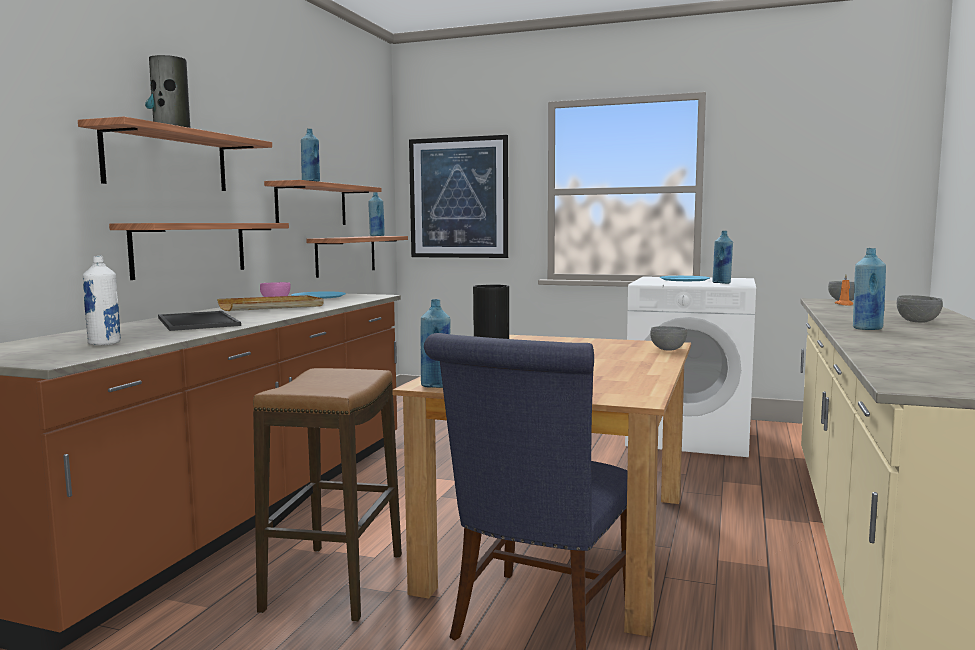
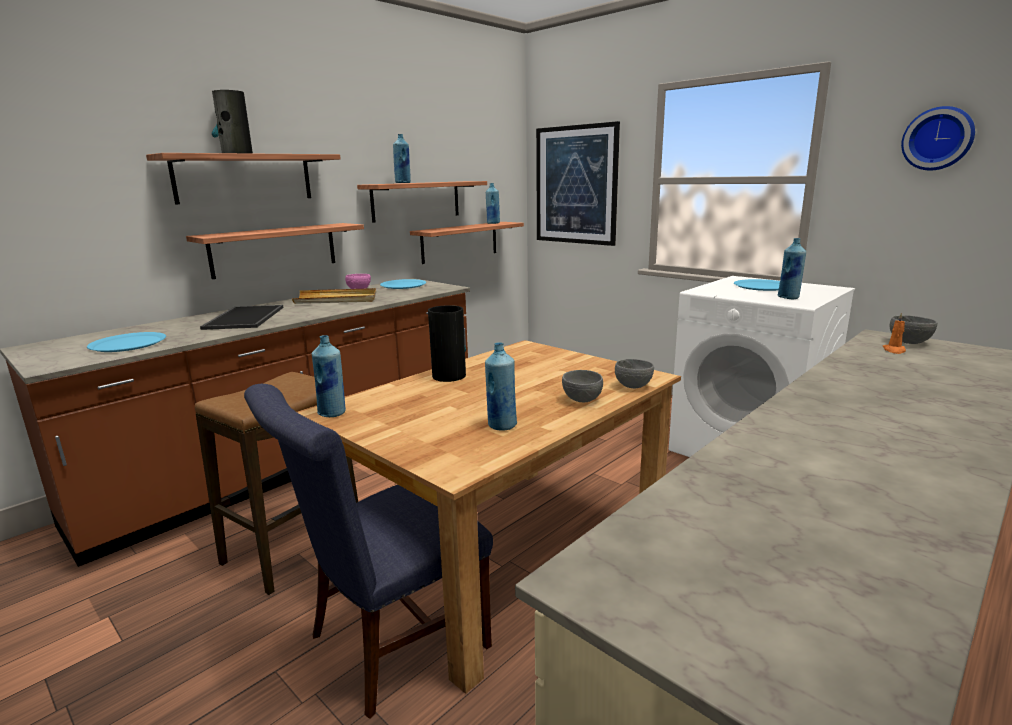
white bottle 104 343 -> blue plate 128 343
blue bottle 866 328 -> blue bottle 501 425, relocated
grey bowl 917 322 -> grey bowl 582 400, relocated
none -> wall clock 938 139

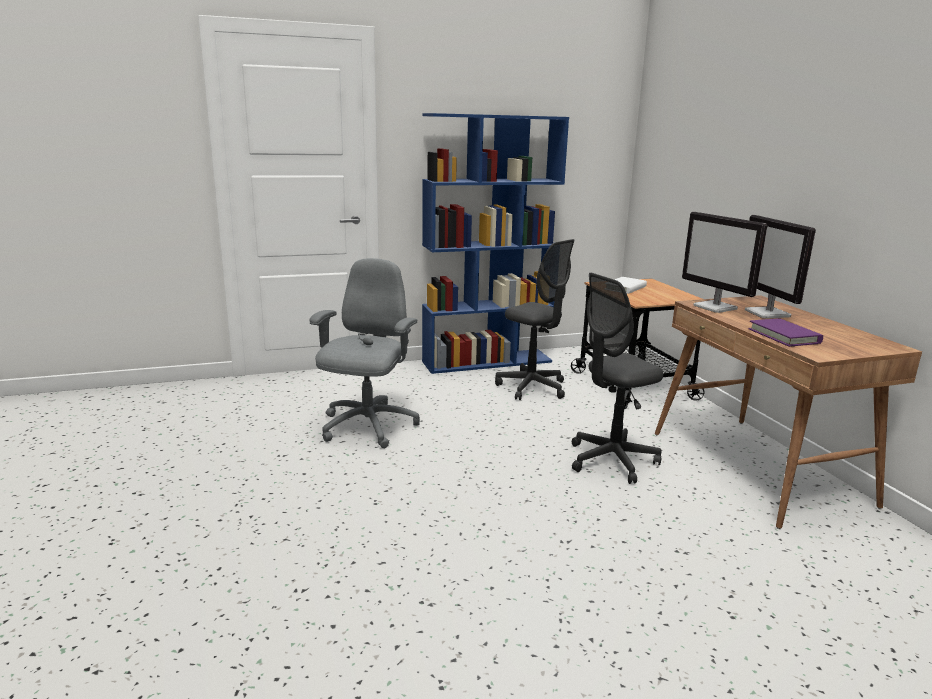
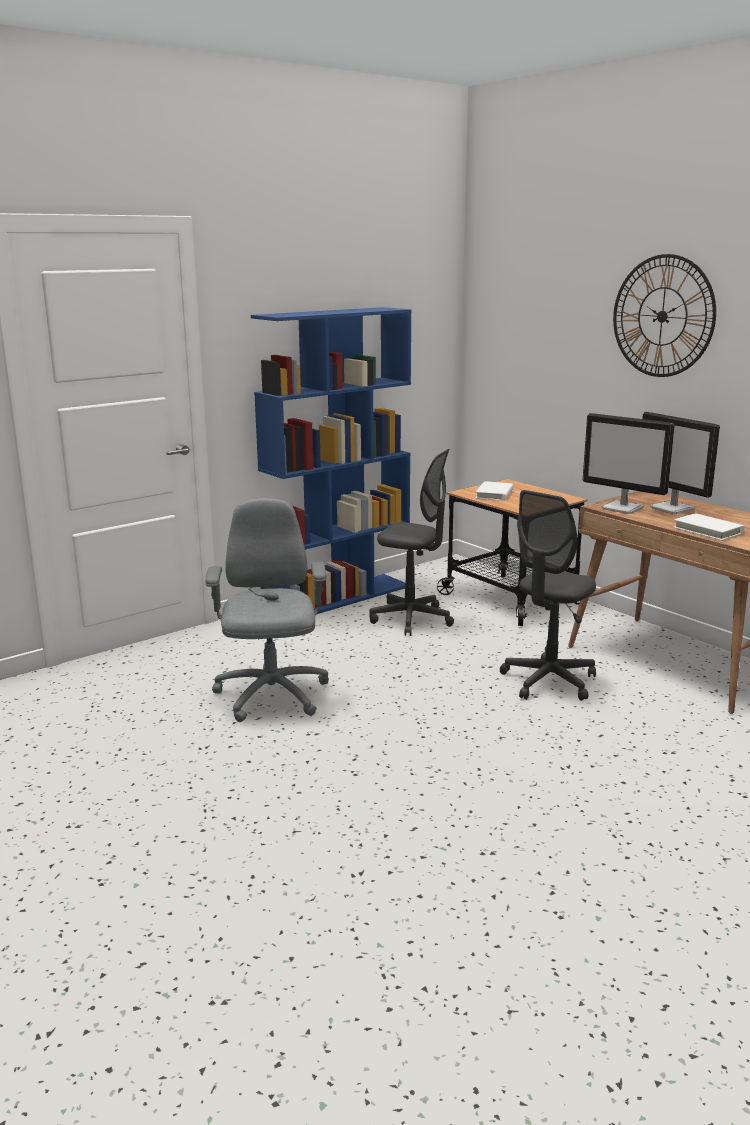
none -> wall clock 662 316
purple book 784 336 -> white book 708 530

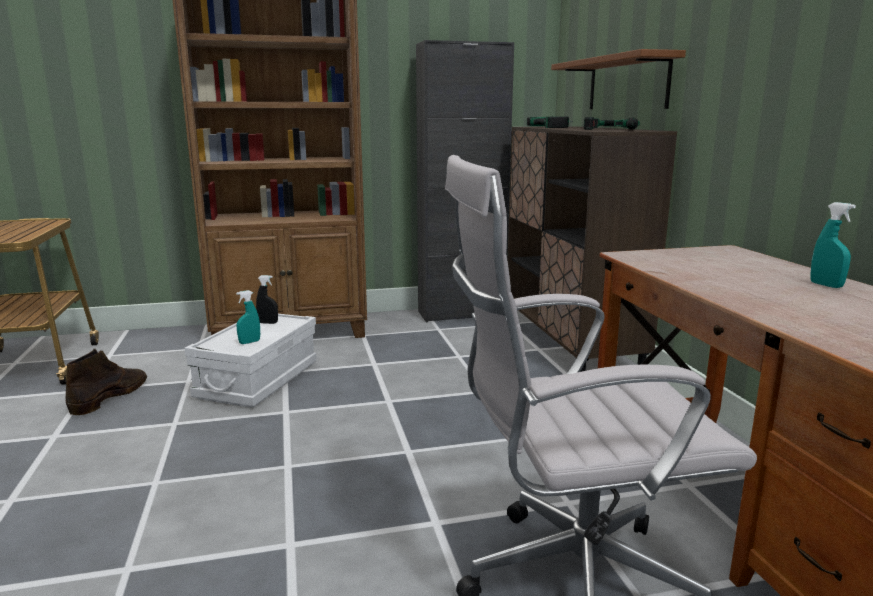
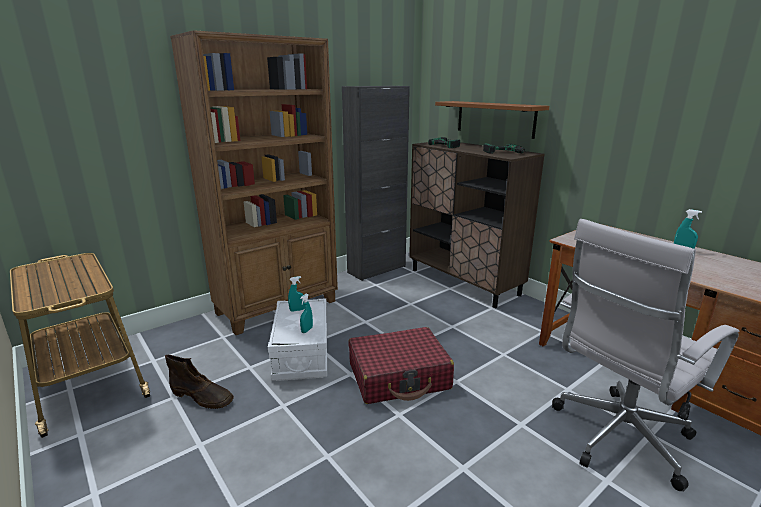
brown boot 110 396 -> brown boot 202 397, 120 degrees clockwise
black spray bottle 268 323 -> turquoise spray bottle 297 310
none -> red suitcase 399 376

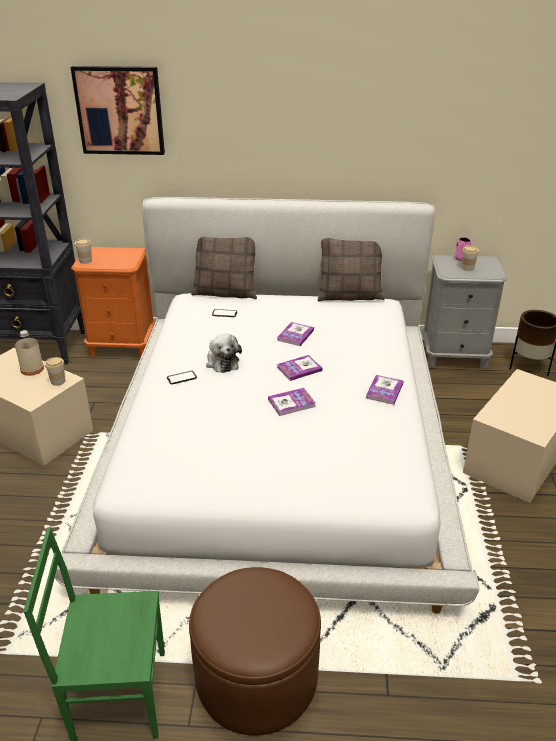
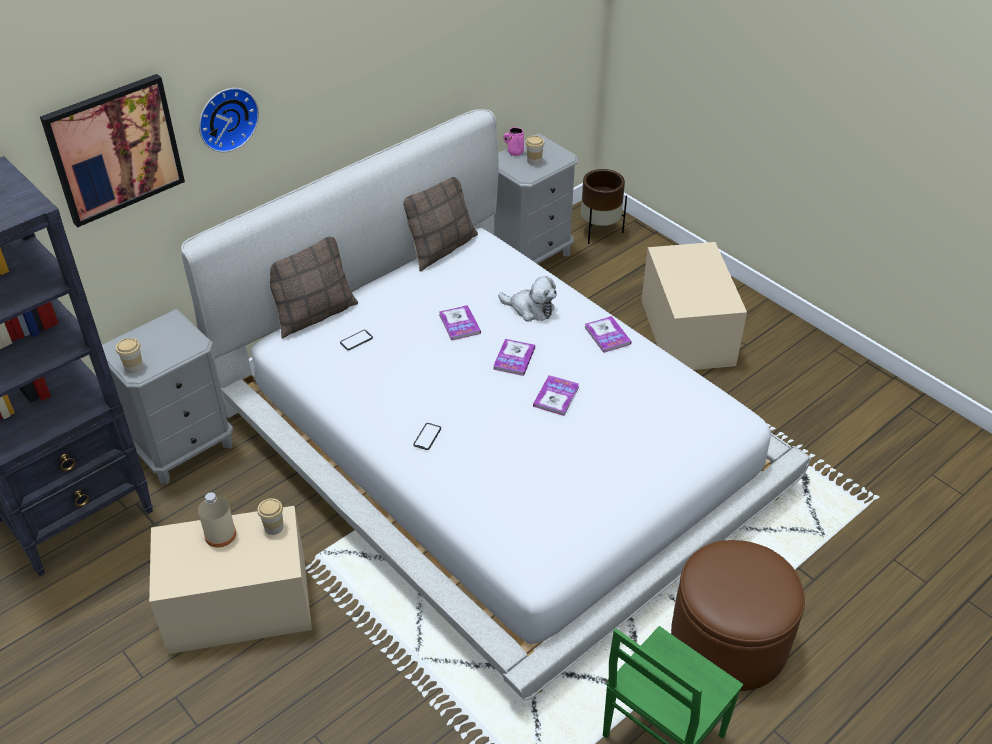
orange nightstand 122 345 -> grey nightstand 183 447
none -> wall clock 226 118
plush toy 222 361 -> plush toy 530 309, relocated

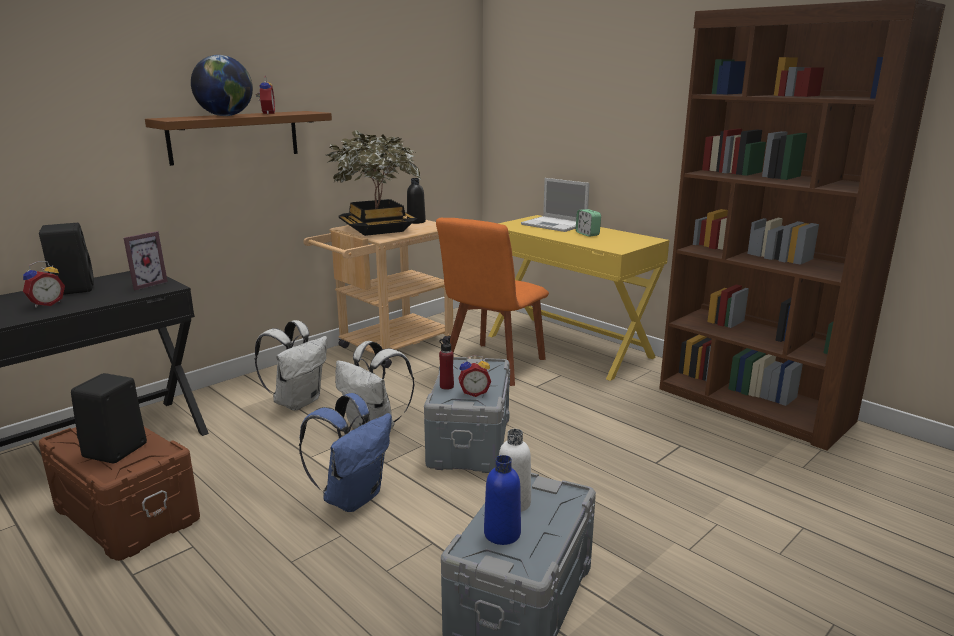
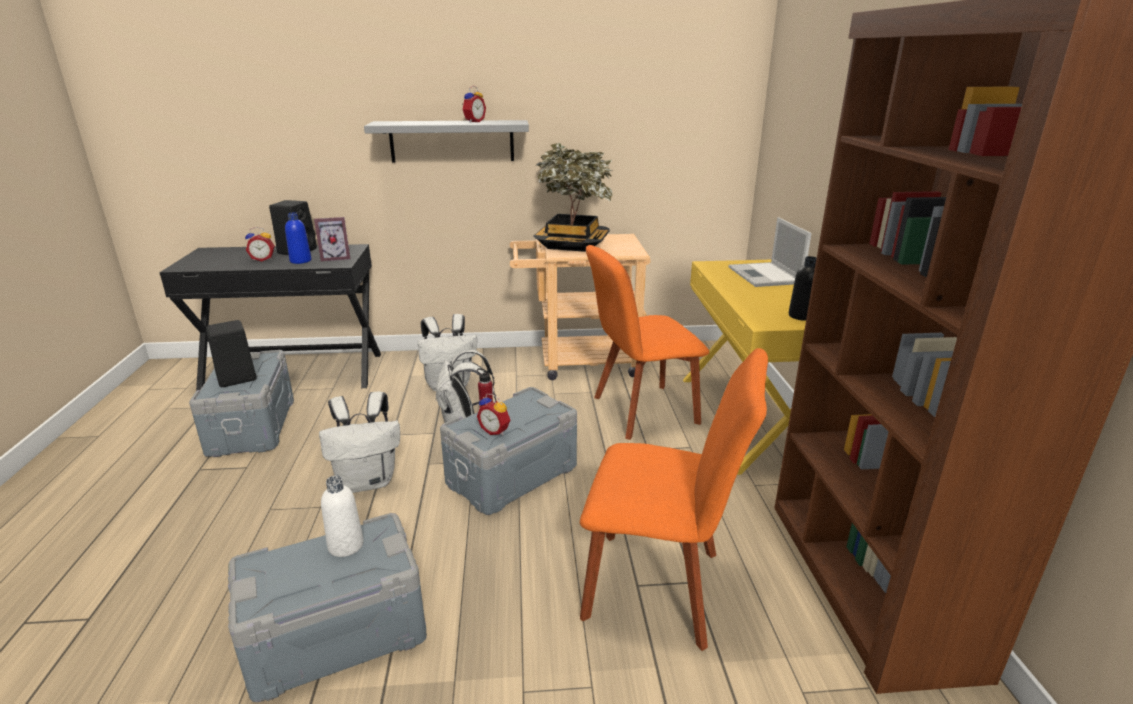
brown storage box 128 513 -> grey storage box 253 426
blue bottle 502 533 -> blue bottle 300 261, relocated
blue backpack 353 497 -> white backpack 368 481
brown shelf 234 137 -> grey shelf 452 141
none -> orange chair 661 587
black bottle 416 222 -> black bottle 801 316, relocated
globe 225 116 -> none
alarm clock 587 234 -> none

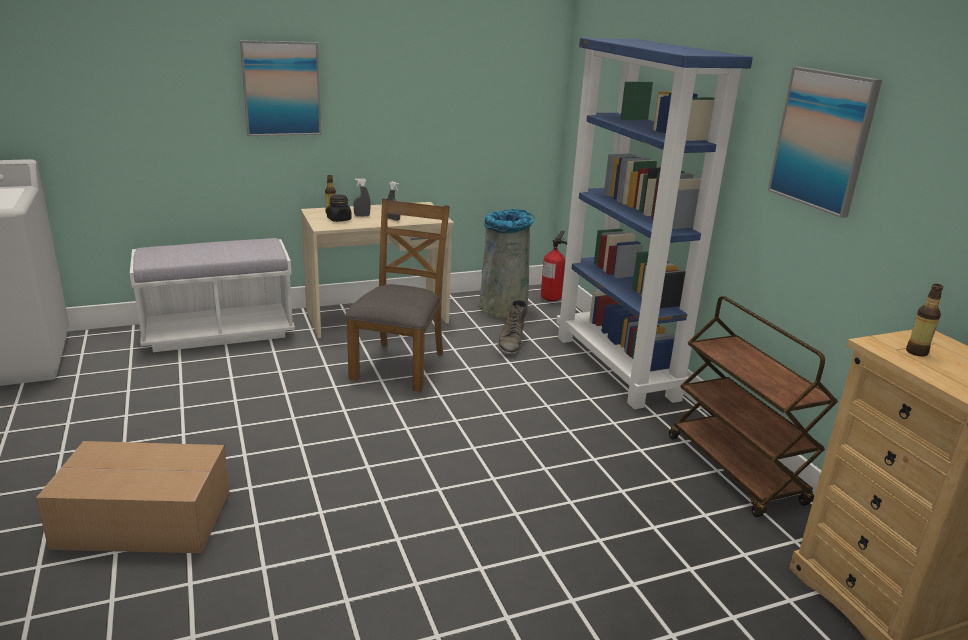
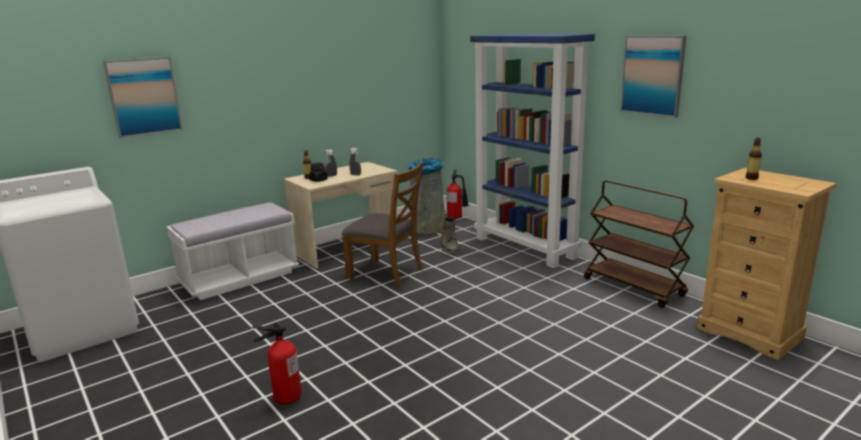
picture 281 89 -> picture 144 96, relocated
cardboard box 142 518 -> fire extinguisher 285 397
brown chair 399 365 -> brown chair 386 273, 120 degrees clockwise

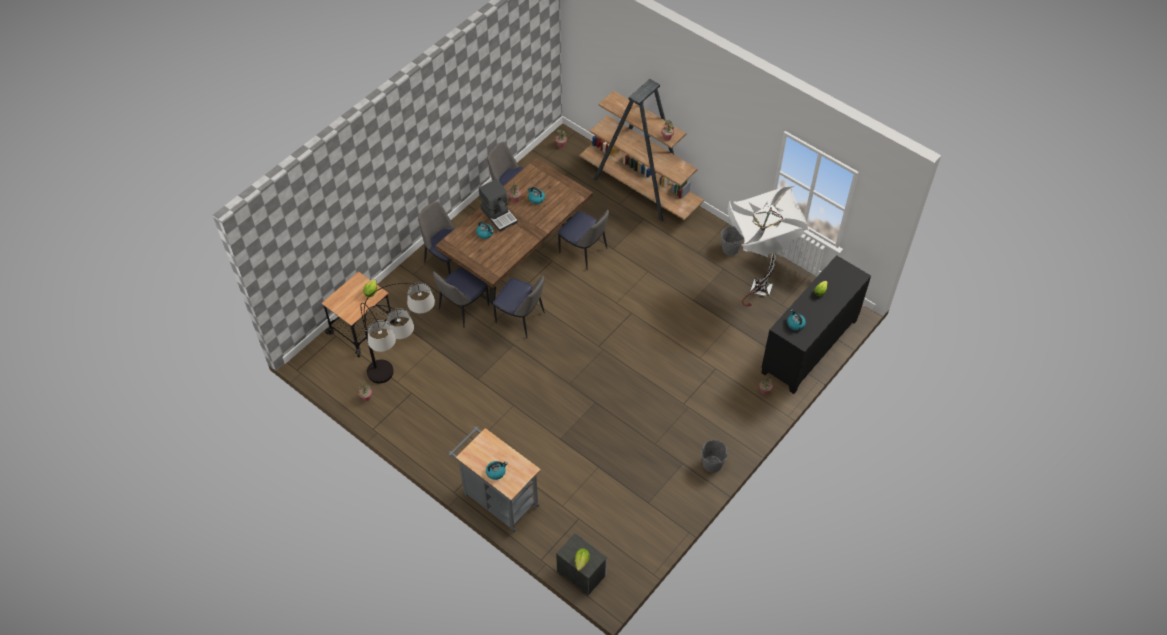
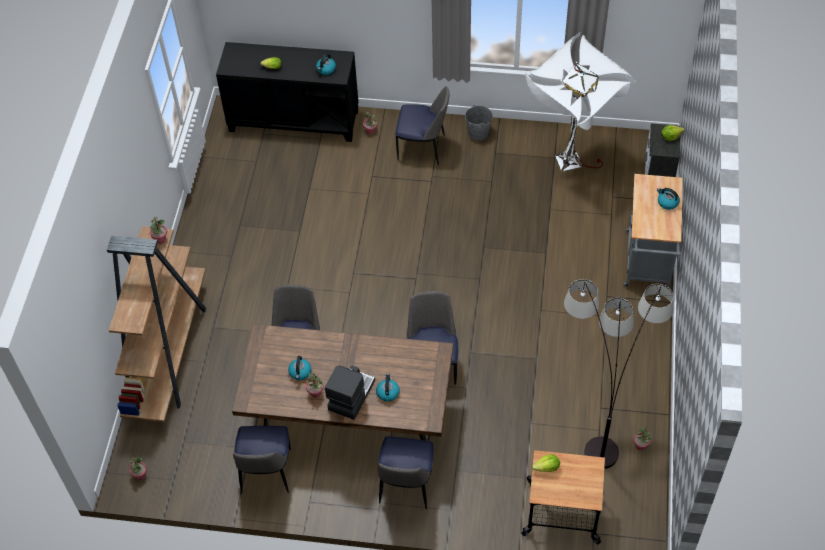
chair 462 308 -> chair 423 148, relocated
white floor lamp 755 286 -> white floor lamp 570 167, relocated
grey bucket 730 248 -> none

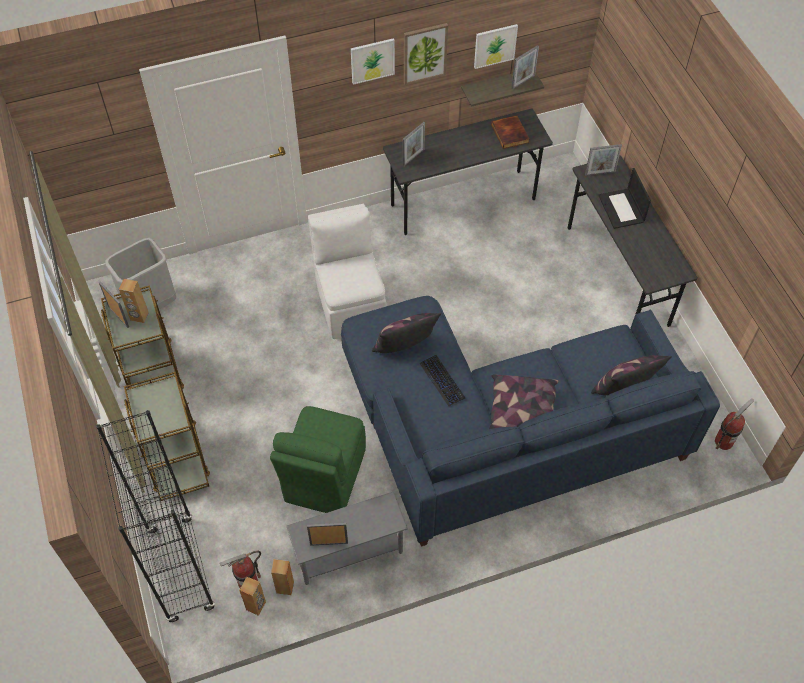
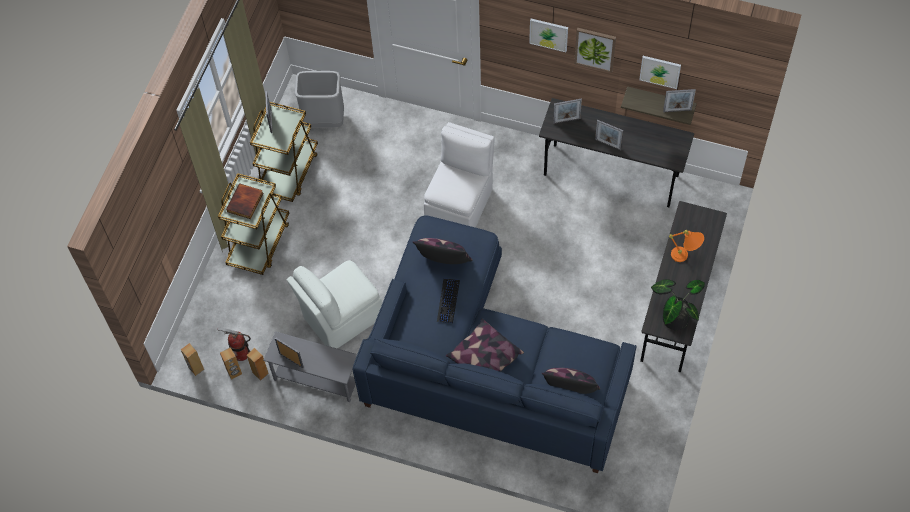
brown speaker 139 316 -> brown speaker 196 368, relocated
book 510 134 -> book 245 203, relocated
green chair 324 477 -> white chair 341 318
picture frame 600 173 -> picture frame 608 144, relocated
none -> potted plant 674 316
laptop 622 209 -> orange table lamp 685 257
black bookcase 180 569 -> none
fire extinguisher 724 441 -> none

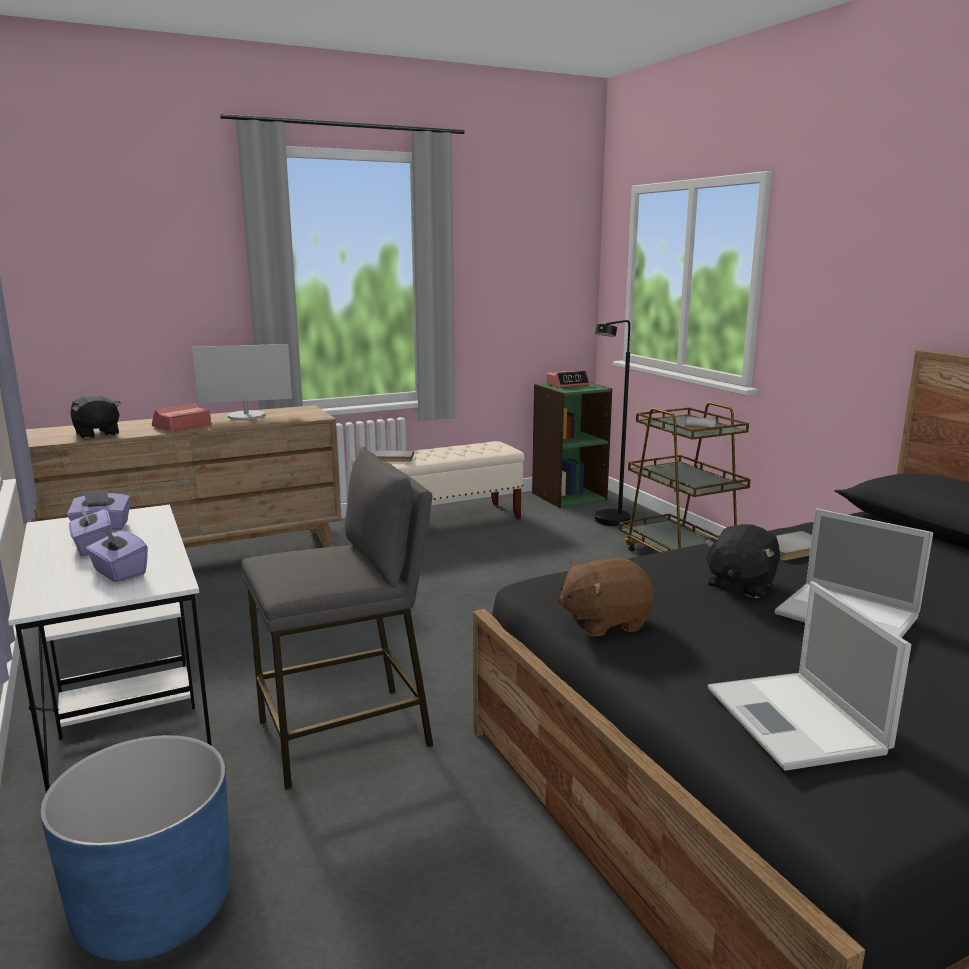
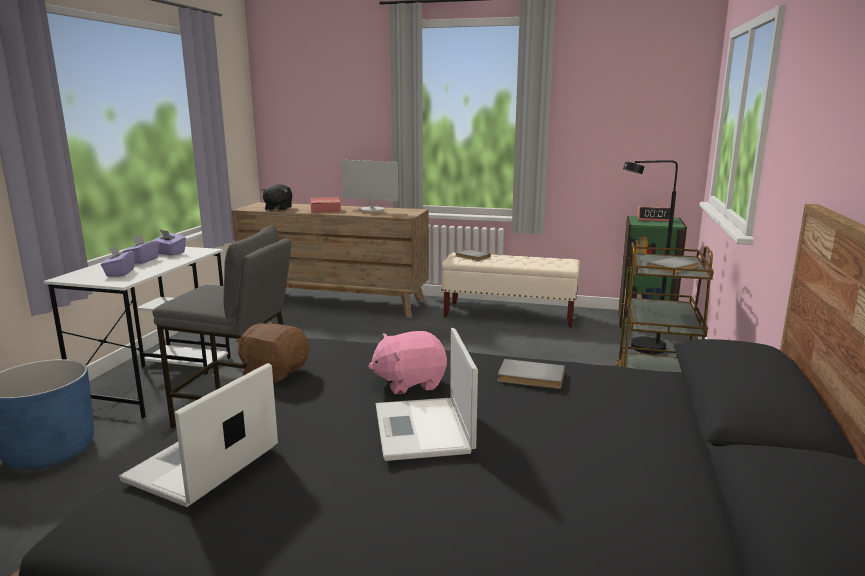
black plush toy 739 585 -> pink plush toy 409 383

